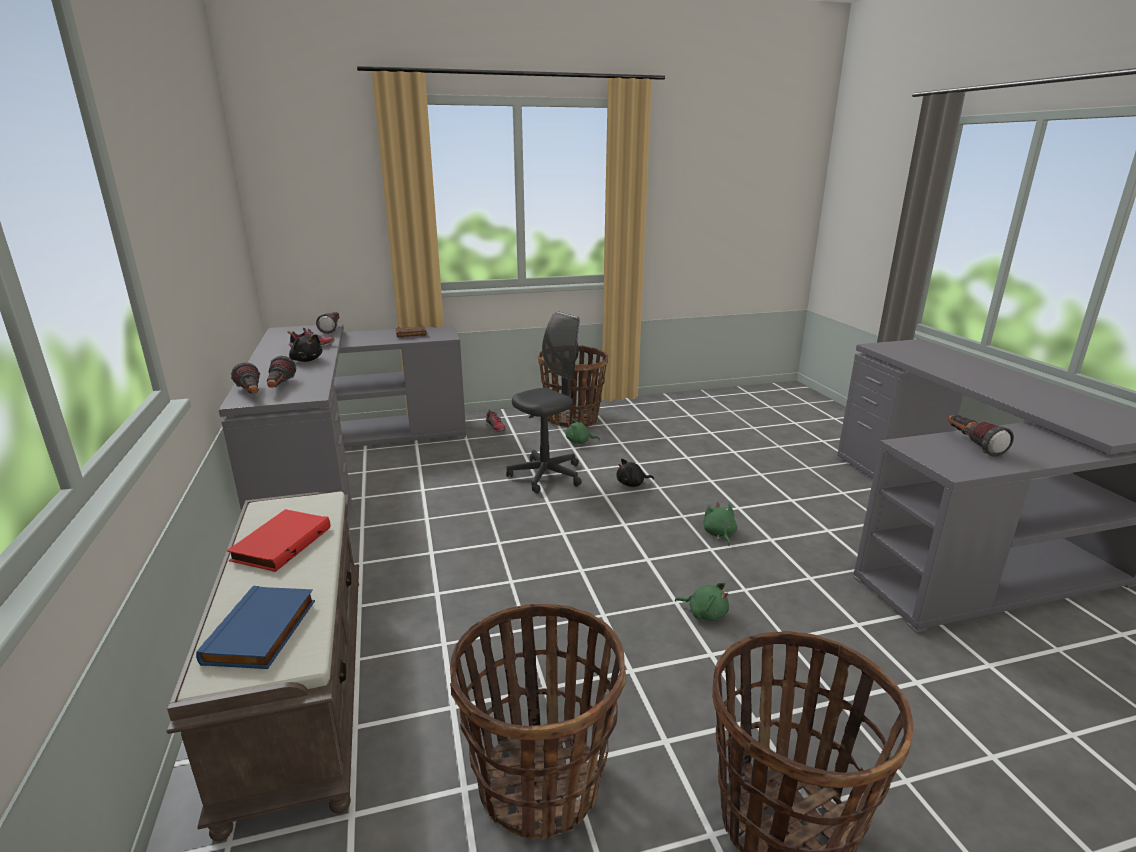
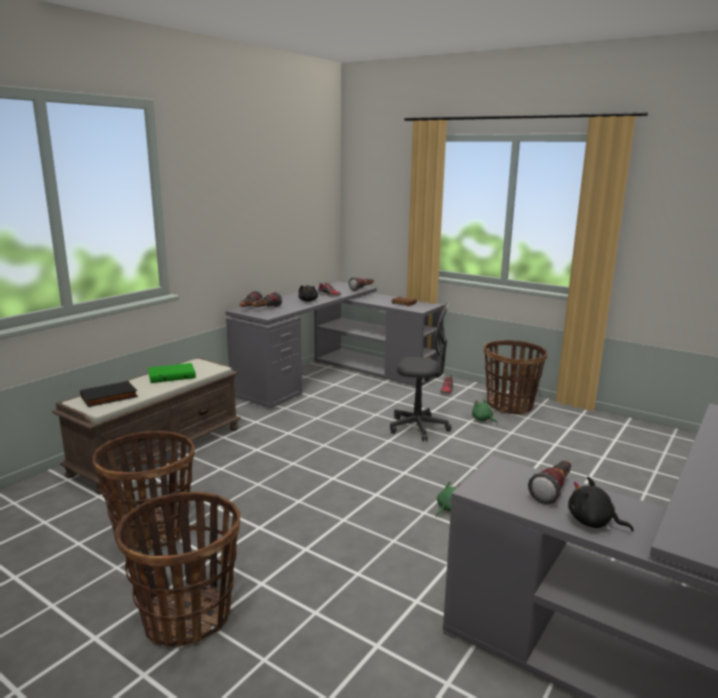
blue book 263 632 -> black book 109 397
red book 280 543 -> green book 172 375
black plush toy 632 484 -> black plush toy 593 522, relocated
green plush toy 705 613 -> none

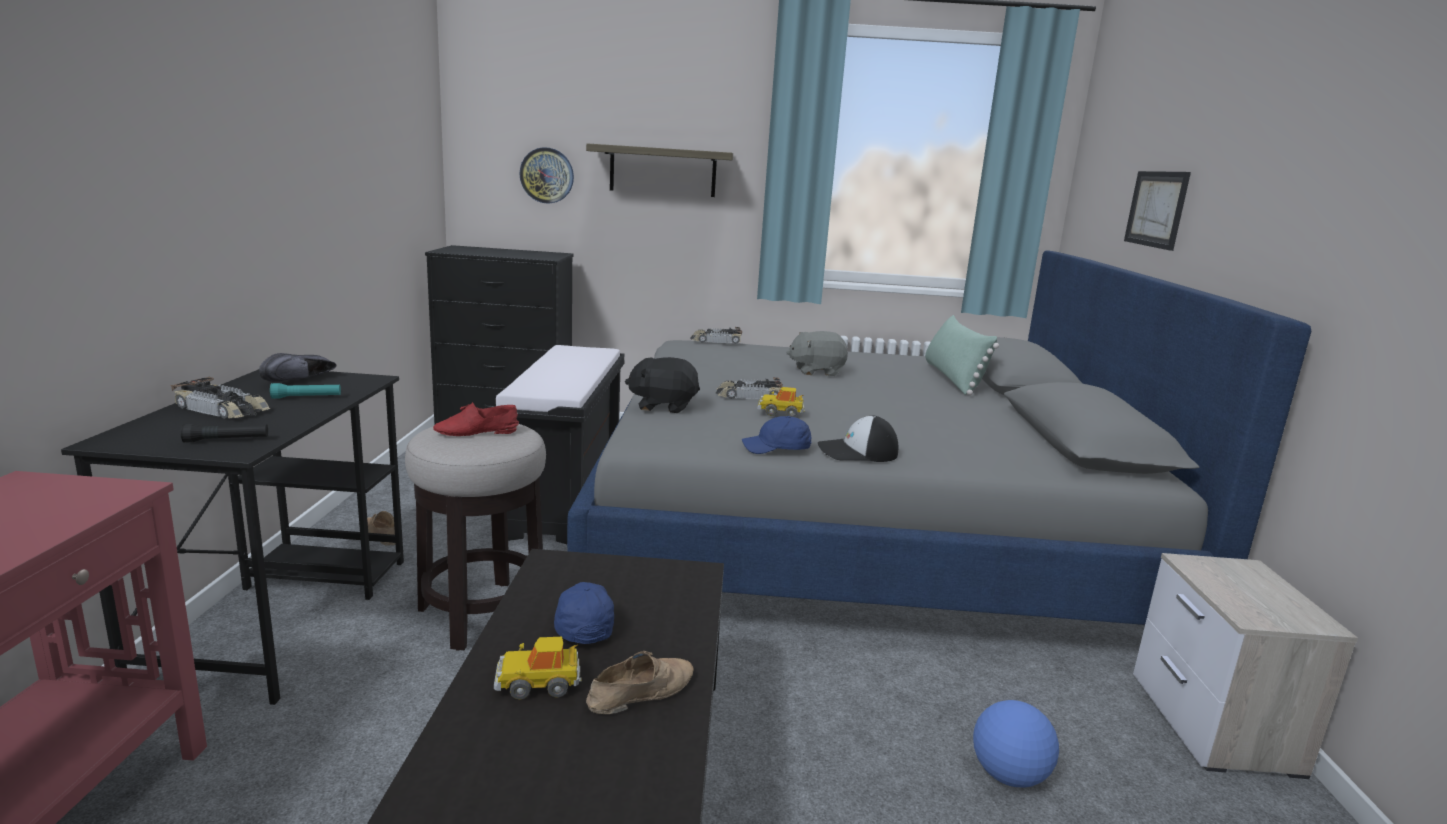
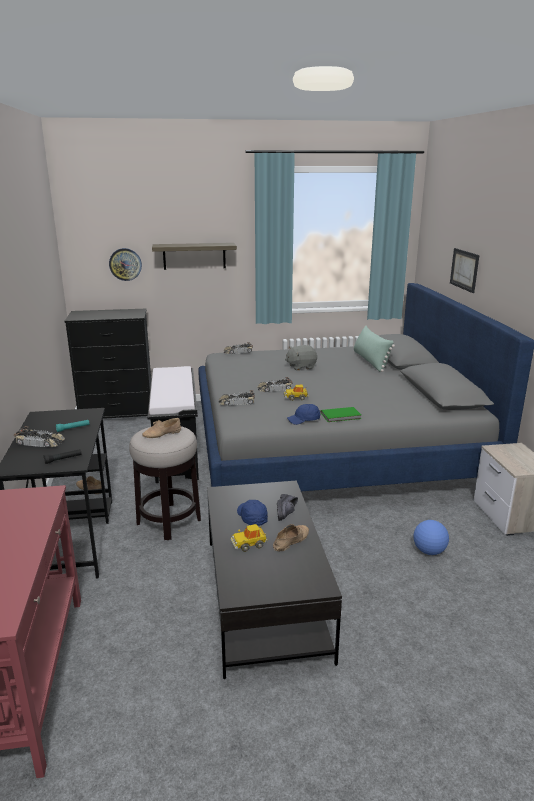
red shoe 476 432 -> beige shoe 162 434
black plush toy 663 406 -> toy car 236 402
black shoe 301 380 -> black shoe 287 513, relocated
cap 857 452 -> green book 341 416

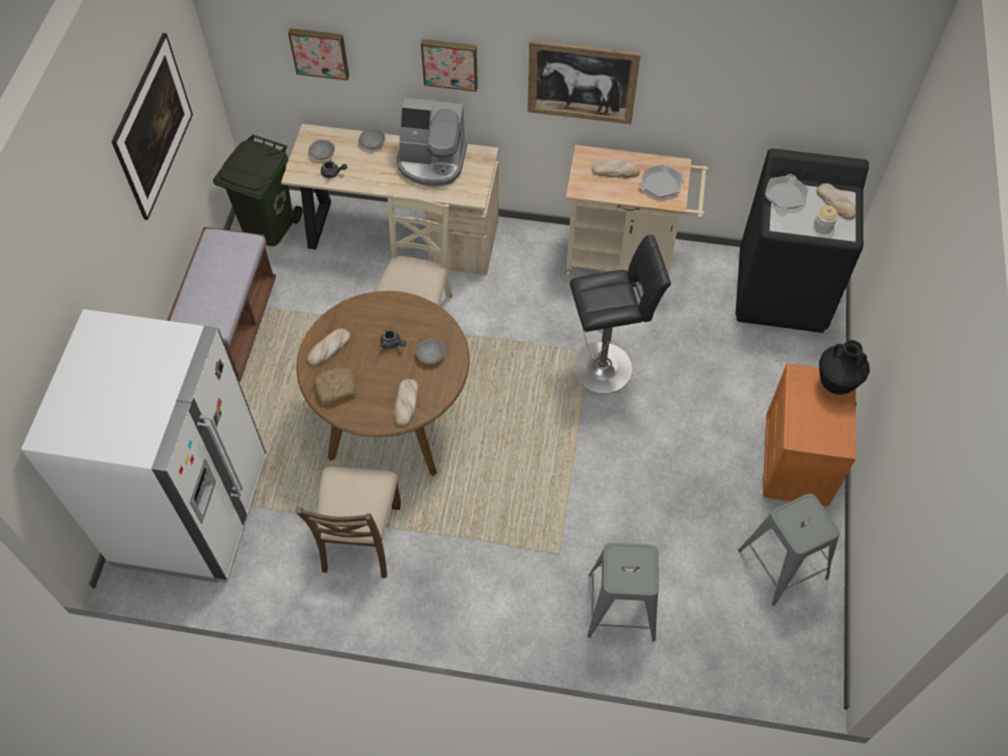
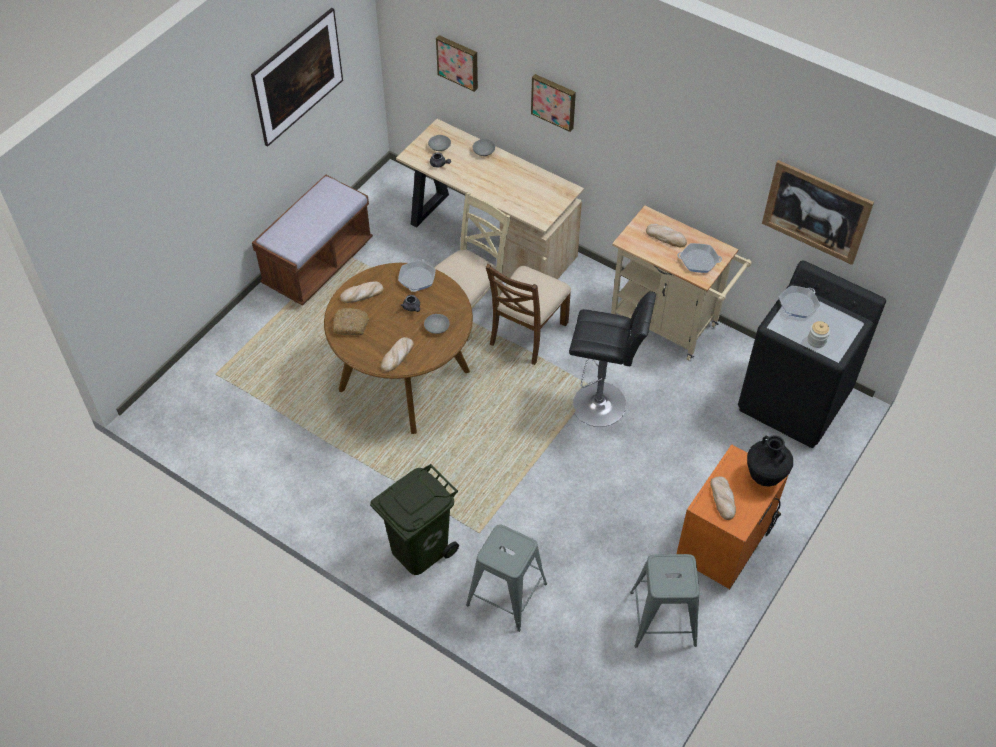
green trash can 267 226 -> green trash can 418 549, relocated
none -> frying pan 417 278
brown chair 360 538 -> brown chair 527 333, relocated
bread 836 203 -> bread 723 499, relocated
picture 582 82 -> picture 816 212, relocated
white fridge 192 511 -> none
coffee machine 432 162 -> none

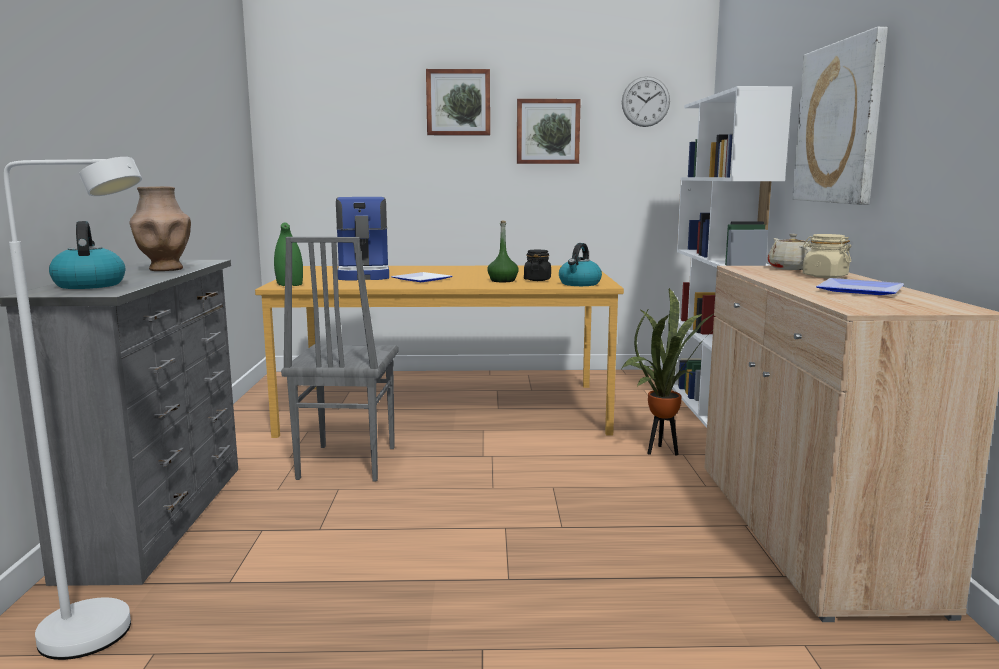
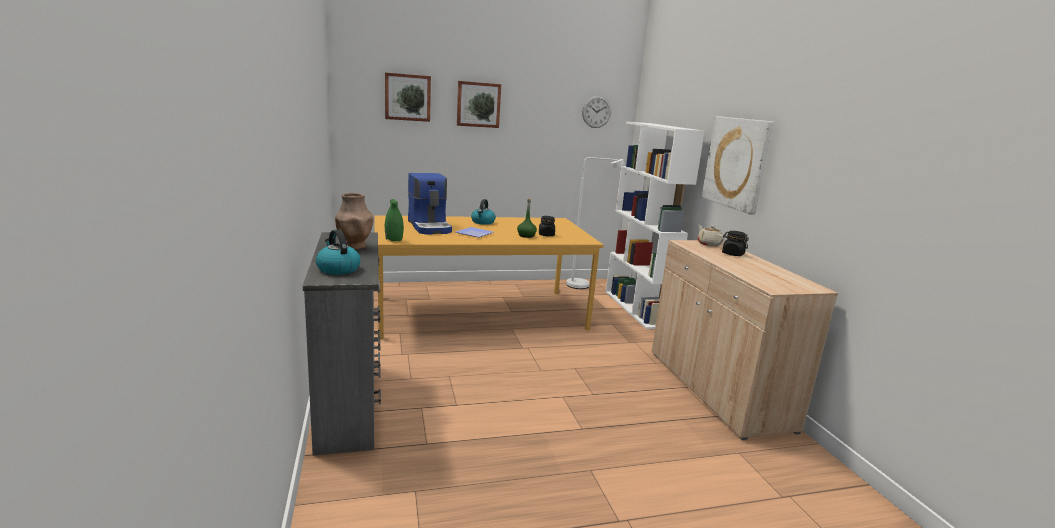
picture 547 131 -> picture 407 97, relocated
kettle 579 284 -> kettle 483 222, relocated
white floor lamp 105 637 -> white floor lamp 584 285, relocated
beige jar 824 276 -> black jar 732 254
grey chair 345 463 -> none
potted plant 662 451 -> none
plate 863 290 -> none

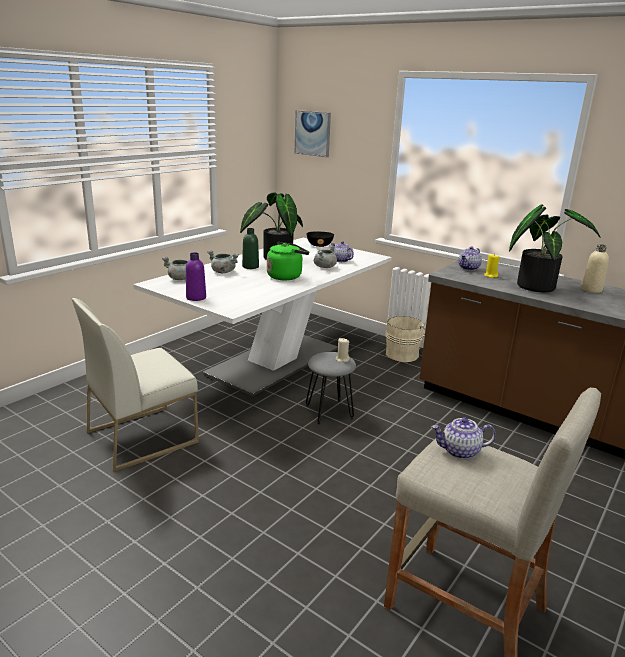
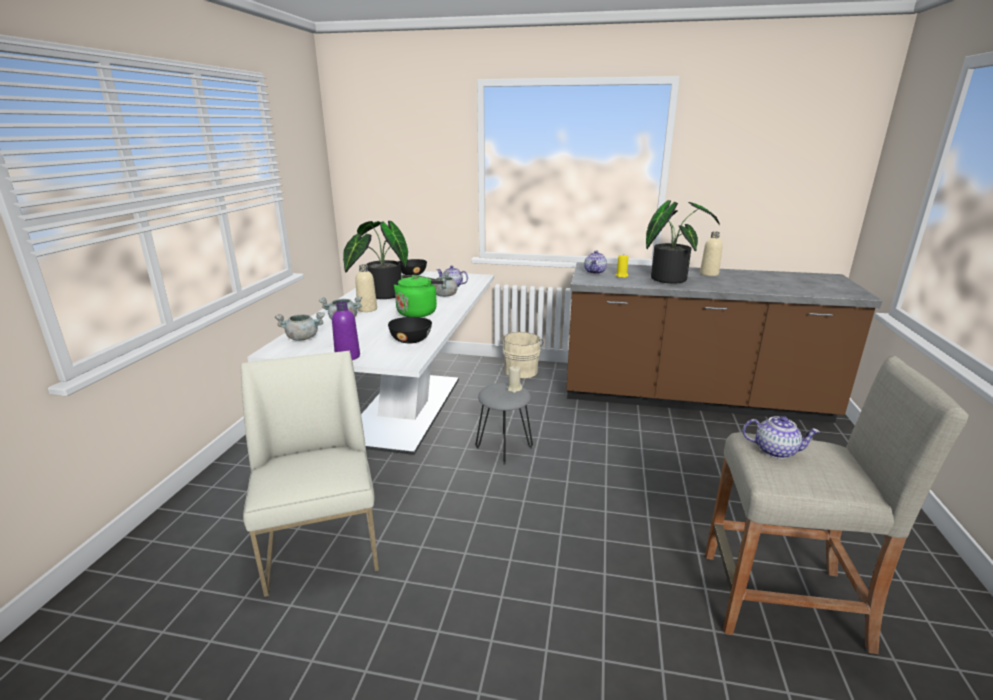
white chair 142 436 -> white chair 323 543, 135 degrees clockwise
green bottle 250 267 -> beige bottle 367 309
none -> black bowl 411 340
teapot 460 451 -> teapot 775 450, 135 degrees counterclockwise
picture 313 133 -> none

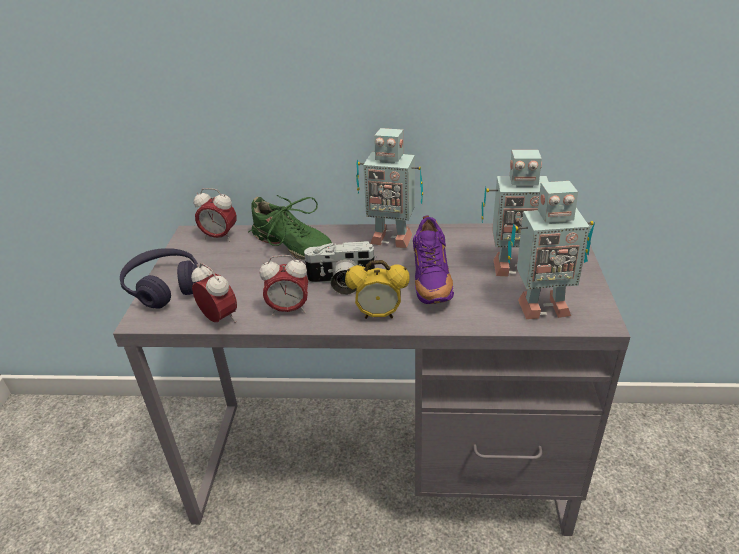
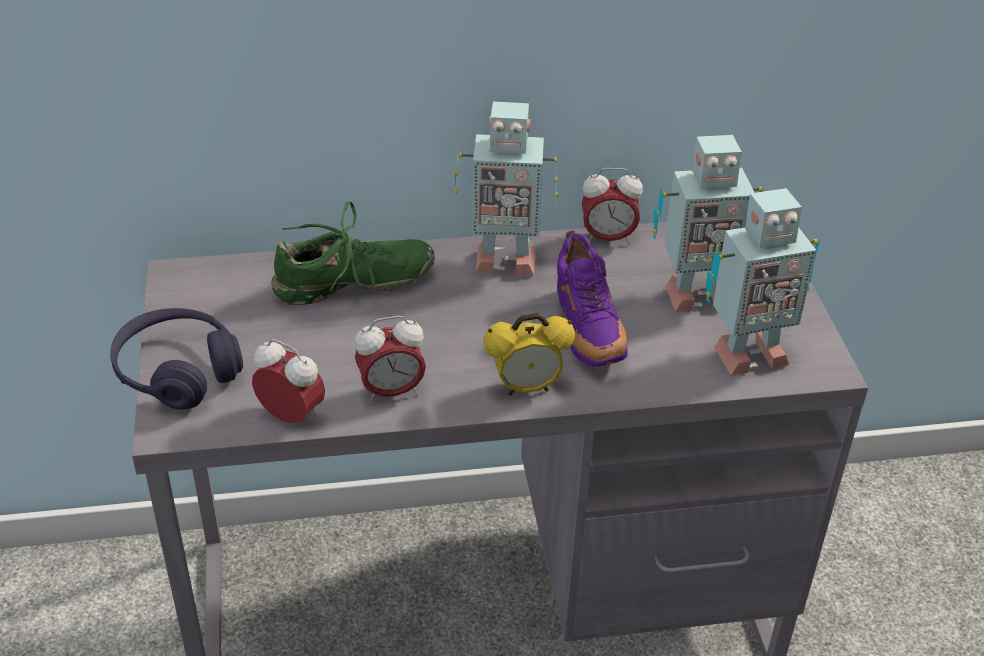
green shoe 291 245 -> green shoe 353 284, 45 degrees counterclockwise
alarm clock 220 237 -> alarm clock 607 239, relocated
photo camera 341 283 -> none

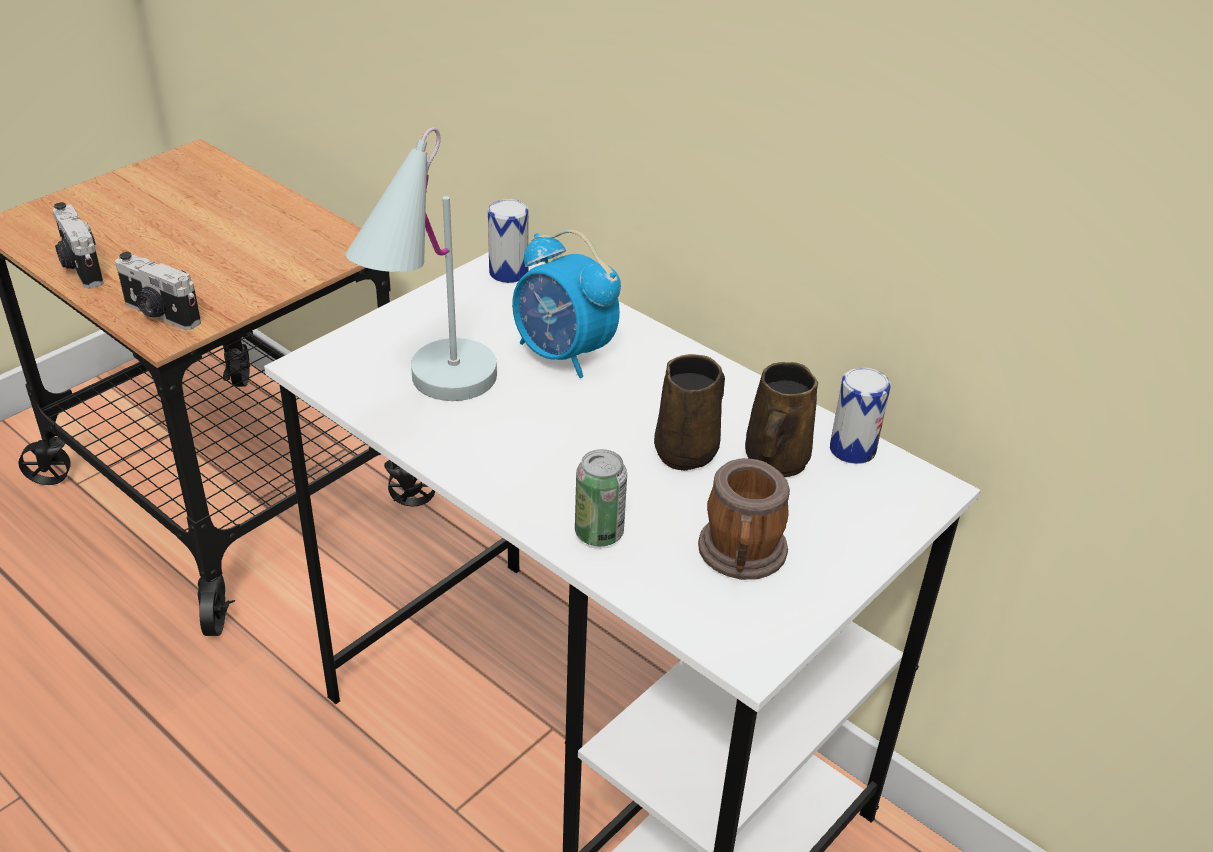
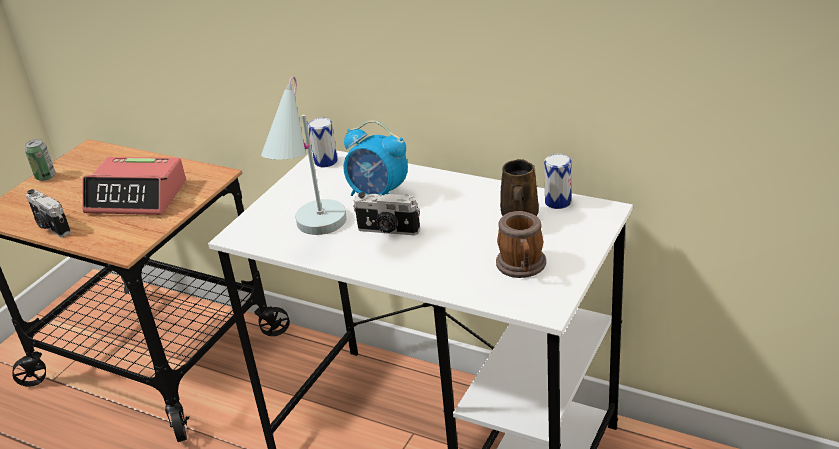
can 599 533 -> can 45 176, relocated
none -> alarm clock 137 197
photo camera 160 314 -> photo camera 388 230, relocated
brown mug 688 451 -> none

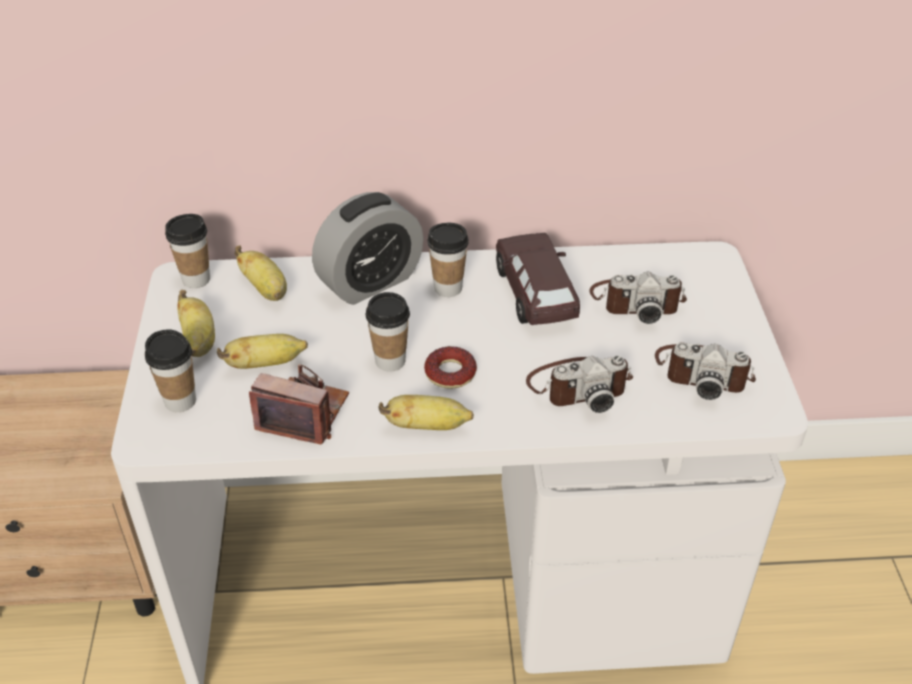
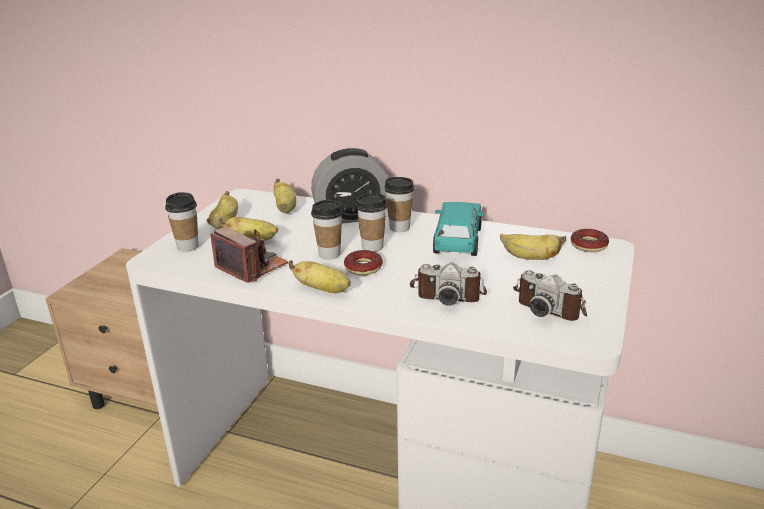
cup 196 279 -> cup 372 247, relocated
brown toy car 536 294 -> turquoise toy car 457 241
photo camera 636 301 -> banana 529 258
none -> donut 589 245

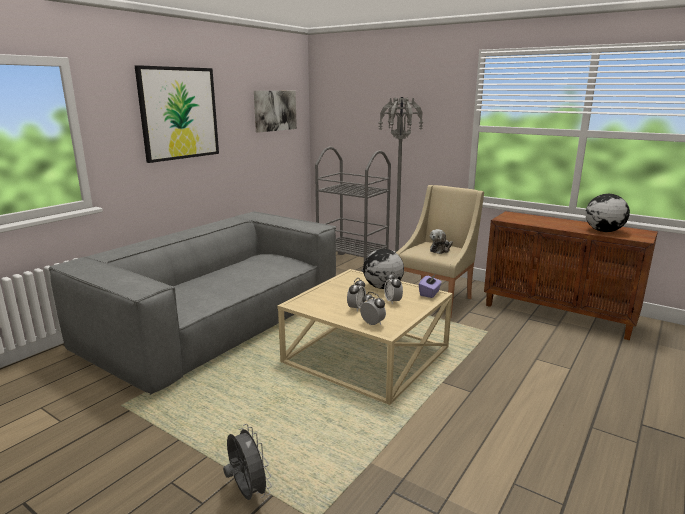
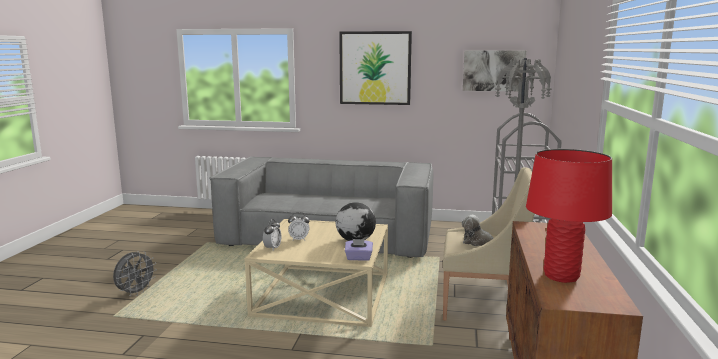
globe 603 231 -> red table lamp 561 276
alarm clock 393 301 -> none

